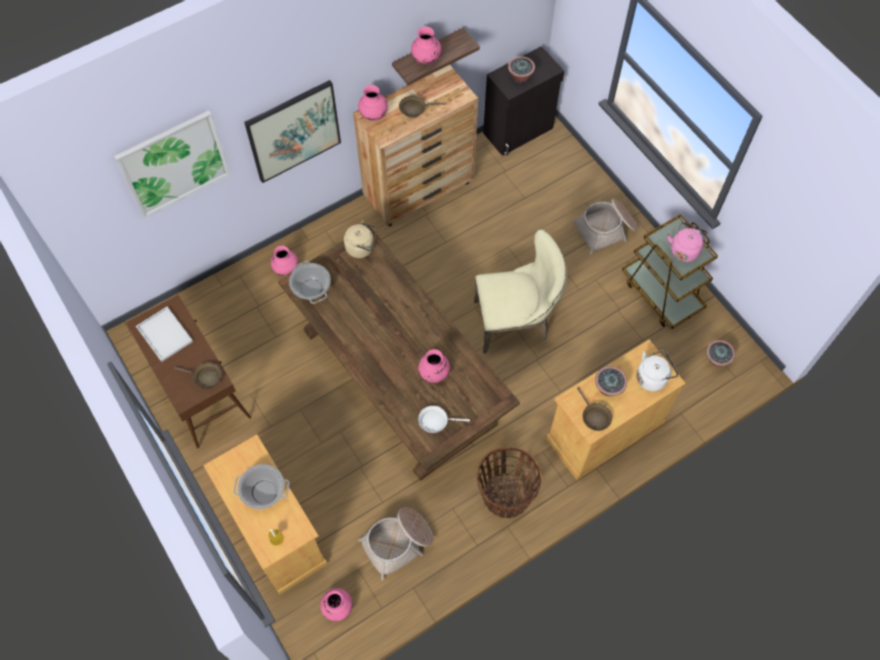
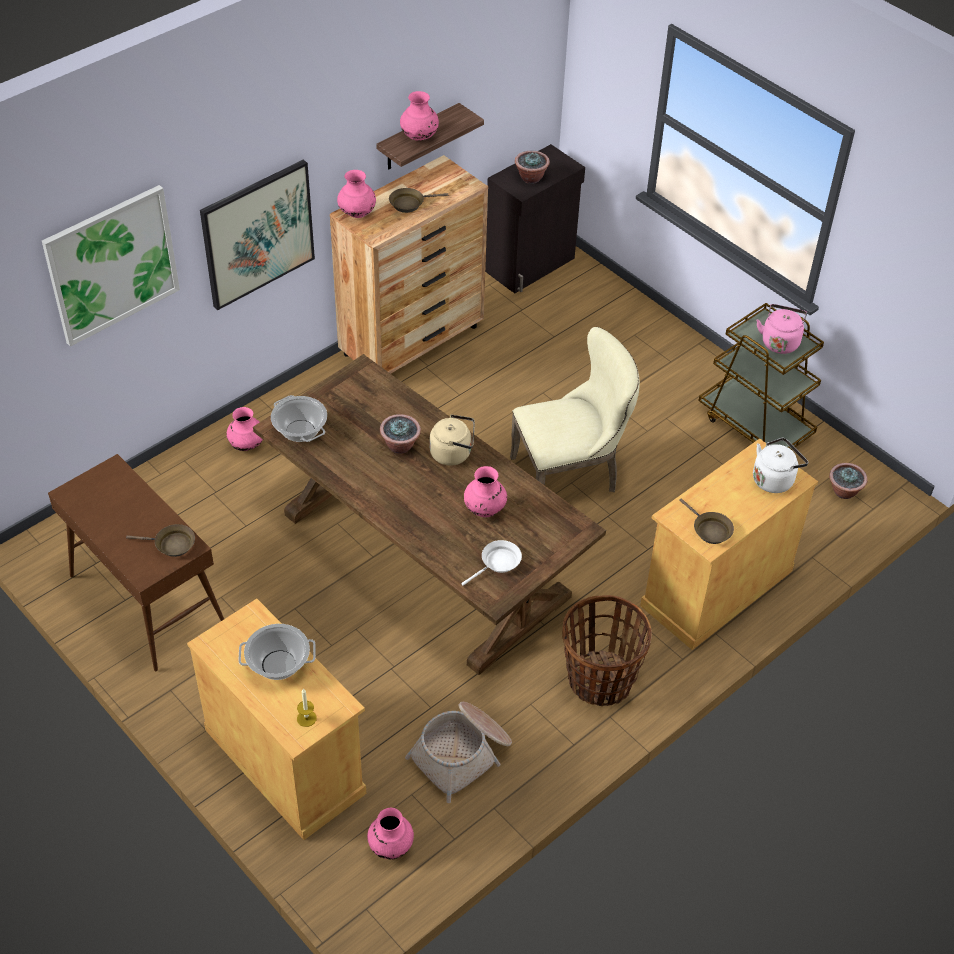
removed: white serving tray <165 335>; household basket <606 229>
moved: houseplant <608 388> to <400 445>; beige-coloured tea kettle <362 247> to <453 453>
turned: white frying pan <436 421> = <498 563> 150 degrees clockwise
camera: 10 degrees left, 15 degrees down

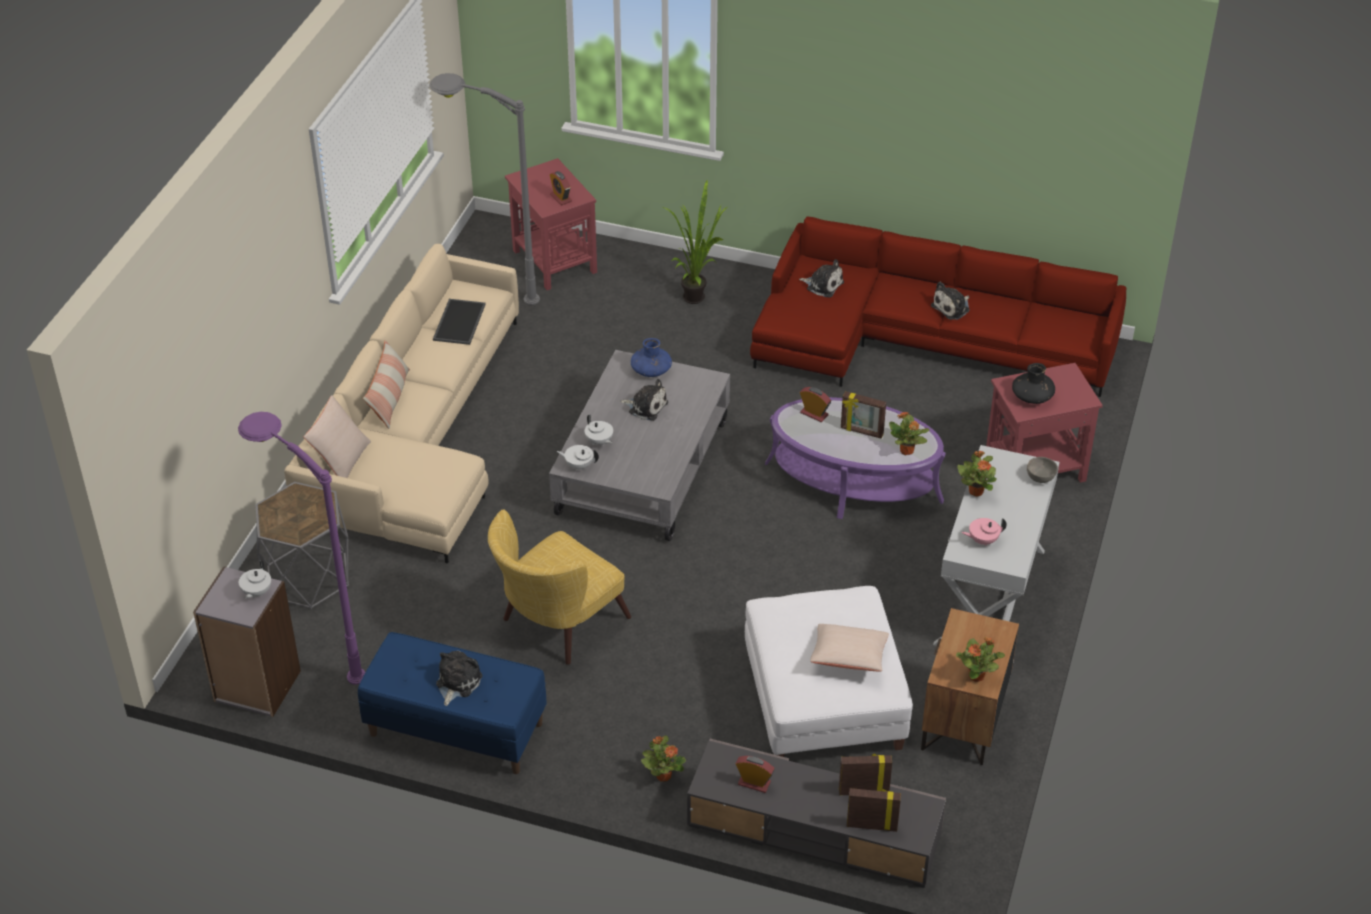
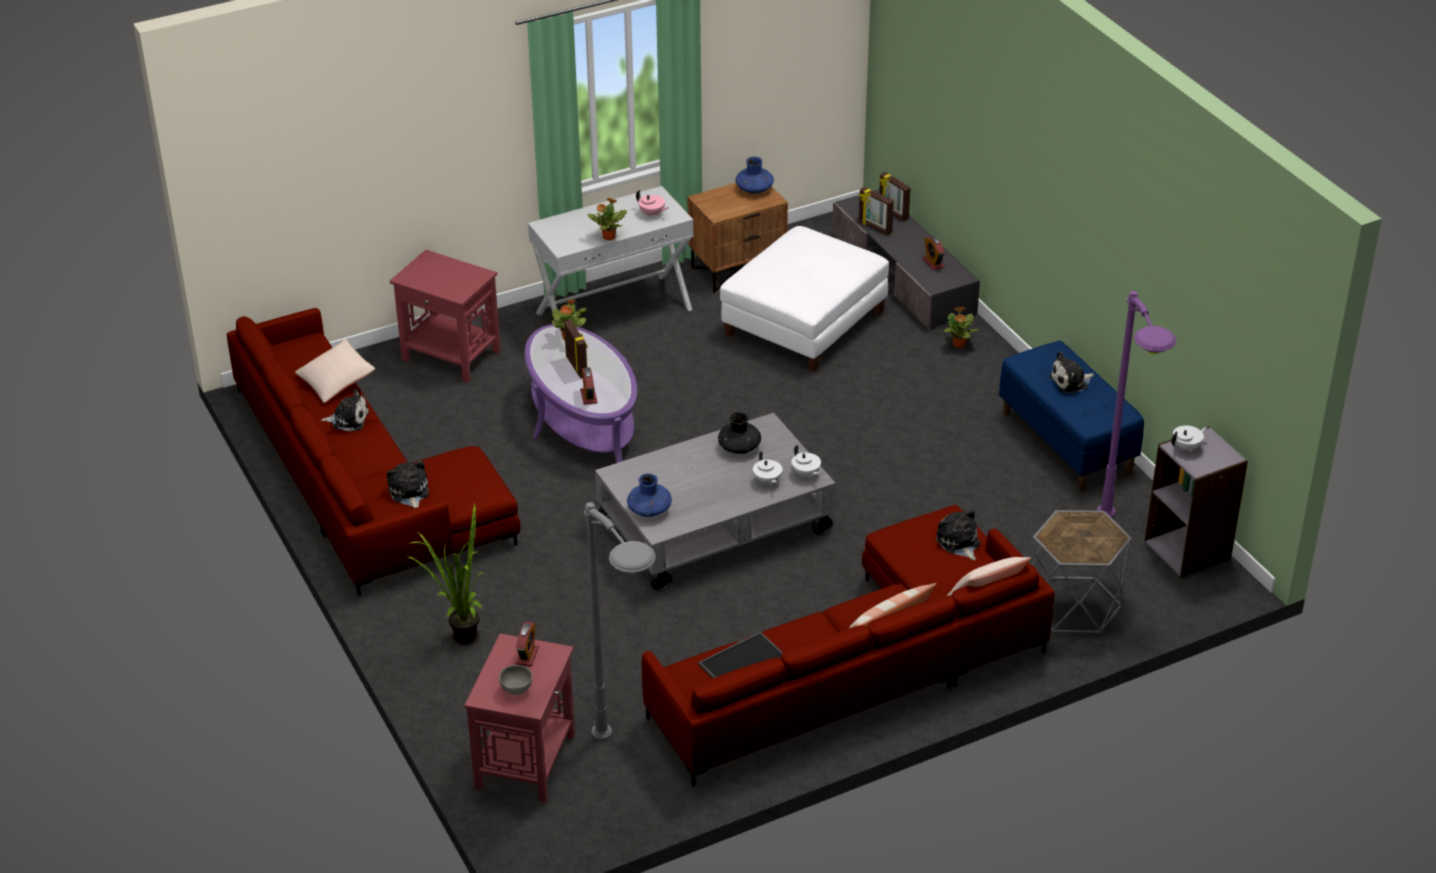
removed: yellowish easy chair <556 625>
moved: beige-coloured pillow <849 657> to <336 381>; gray serving bowl <1040 477> to <516 689>; black flower vase <1032 397> to <739 447>; plush toy <646 407> to <959 543>
replaced: houseplant <977 676> to blue flower vase <754 189>
recoloured: beige-coloured settee <418 435> to reddish settee <860 666>
turned: white pot for tea <599 442> = <767 481> 150 degrees clockwise
camera: 135 degrees left, 5 degrees down

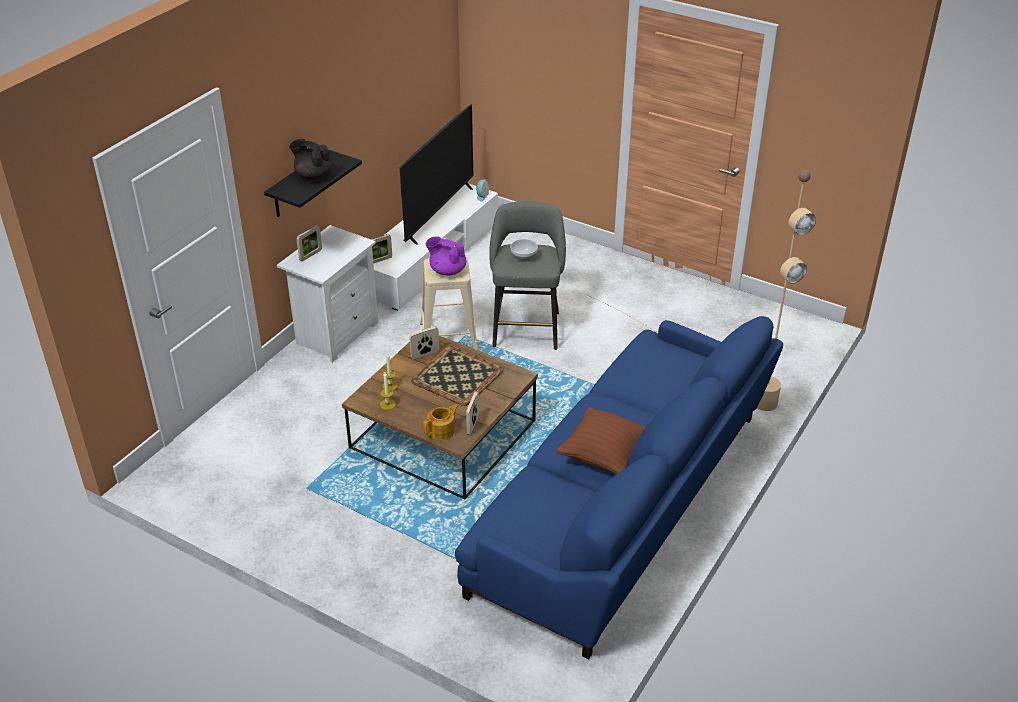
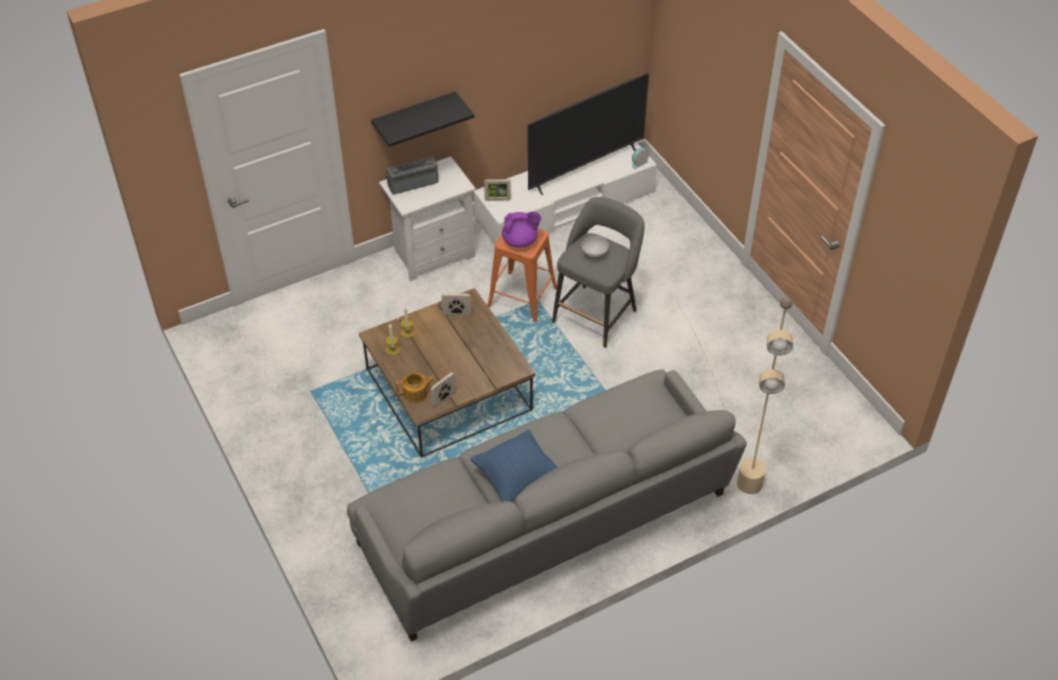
removed: black pot for tea <313 175>; serving tray <457 375>
replaced: picture frame <310 255> to radio set <412 182>
recoloured: blue settee <623 504> to gray settee <544 522>; brown pillow <603 455> to blue pillow <517 478>; beige-coloured stool seat <449 338> to orangey stool seat <522 297>
turned: purplish pot for tea <447 271> = <520 241> 120 degrees clockwise
camera: 30 degrees right, 10 degrees up

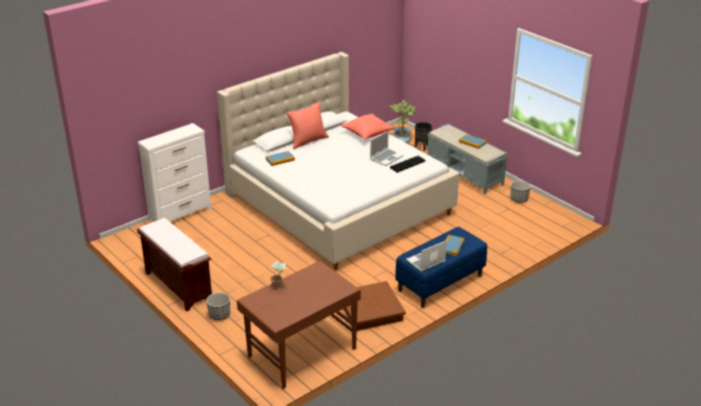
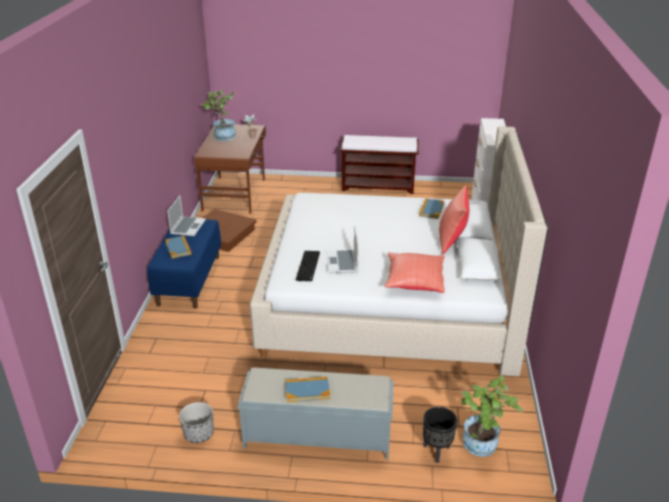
removed: planter <219 315>
added: houseplant <222 137>
camera: 135 degrees right, 0 degrees up

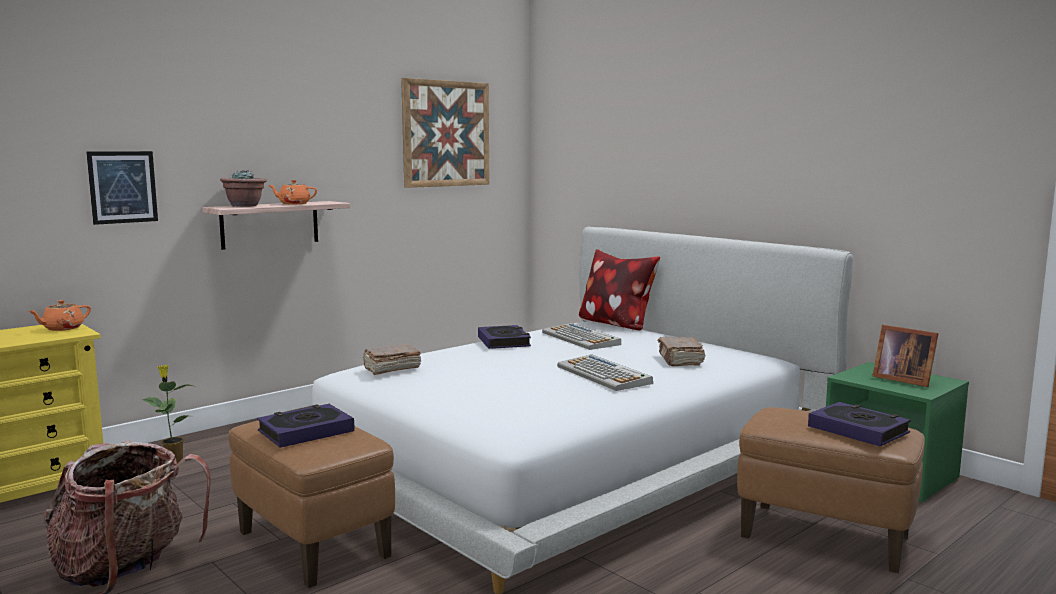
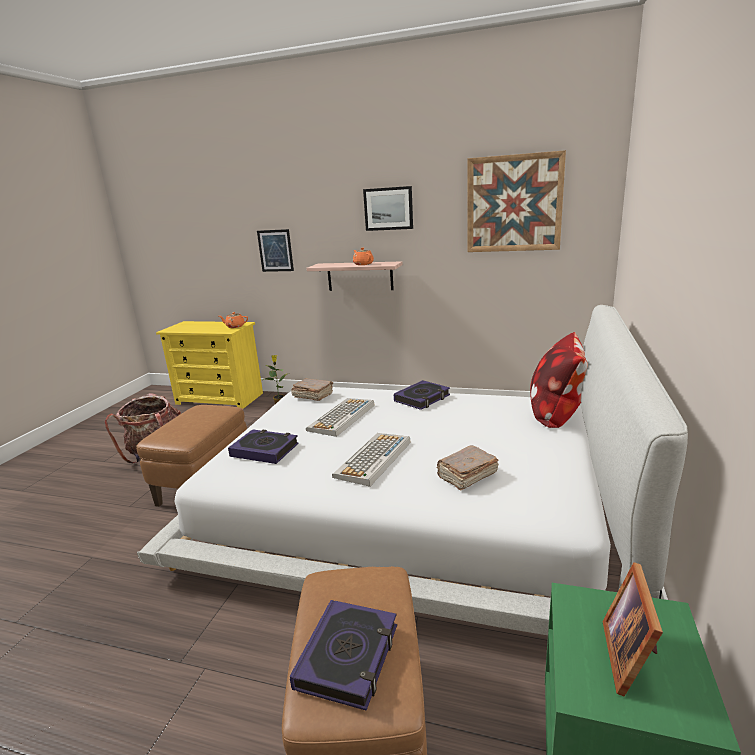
removed: houseplant <245 206>
added: wall art <388 208>
moved: volume <306 431> to <264 450>; PC keyboard <581 338> to <342 418>
camera: 60 degrees right, 10 degrees up

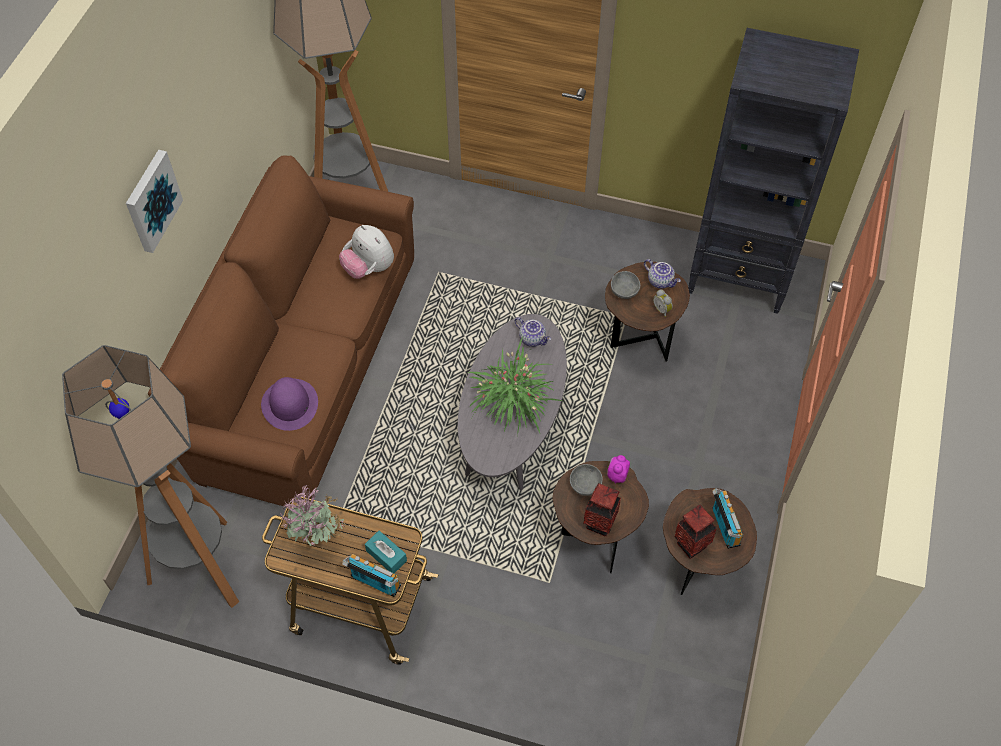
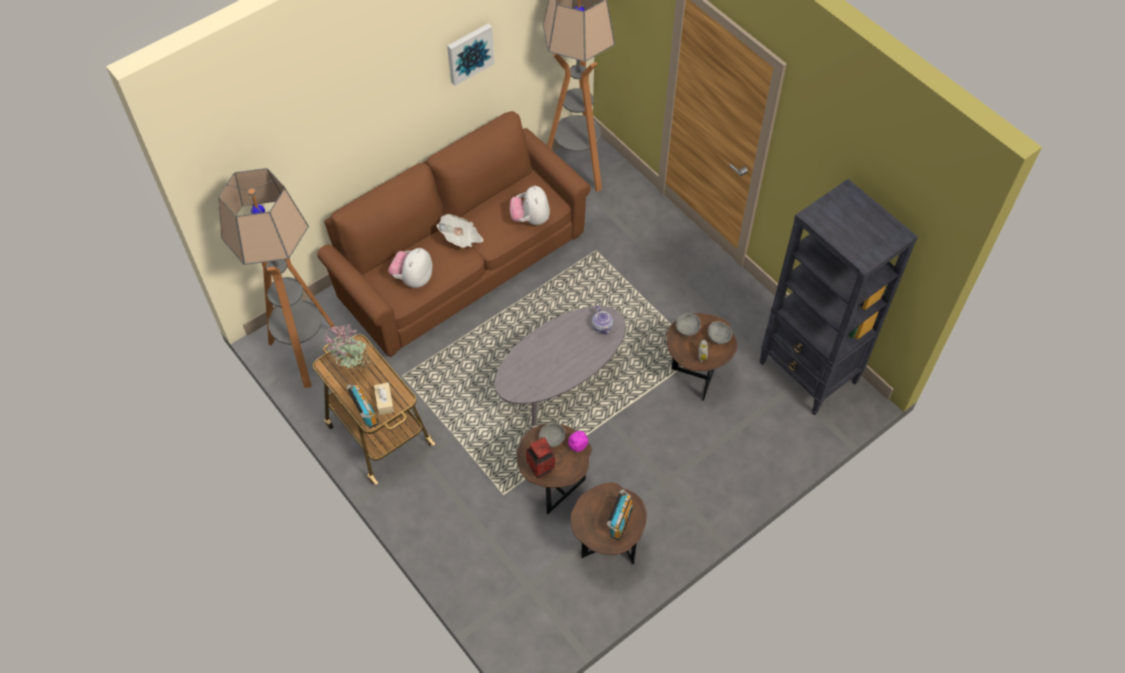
removed: houseplant <512 402>; flower vase <691 545>
added: newspaper <461 238>
moved: wall art <151 200> to <469 53>
replaced: purplish wearable hat <290 404> to plush toy <413 278>; pot for tea <660 281> to gray serving bowl <719 337>
recoloured: blue-green box of tissues <386 555> to beige-coloured box of tissues <384 401>
camera: 35 degrees right, 0 degrees up

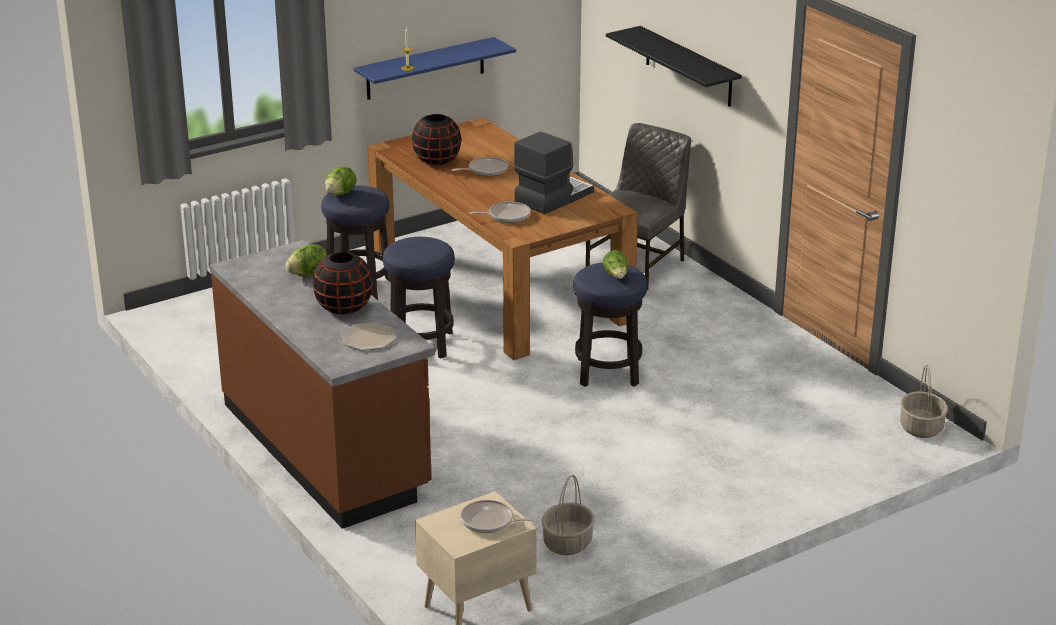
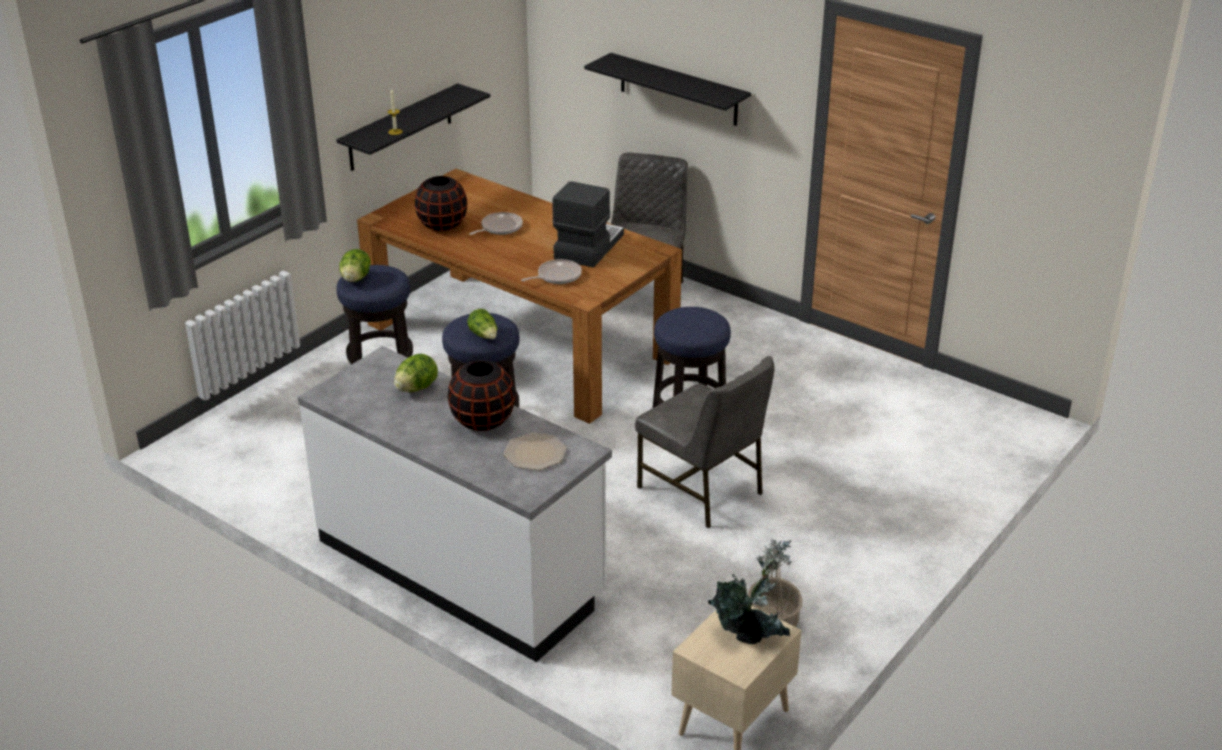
removed: household basket <921 428>
added: gray upright chair <702 490>
moved: lettuce head <616 276> to <484 335>
replaced: frying pan <490 522> to houseplant <751 634>
recoloured: brown counter <326 448> to white counter <461 568>; blue shelf <425 68> to black shelf <400 128>
camera: 20 degrees left, 5 degrees up

